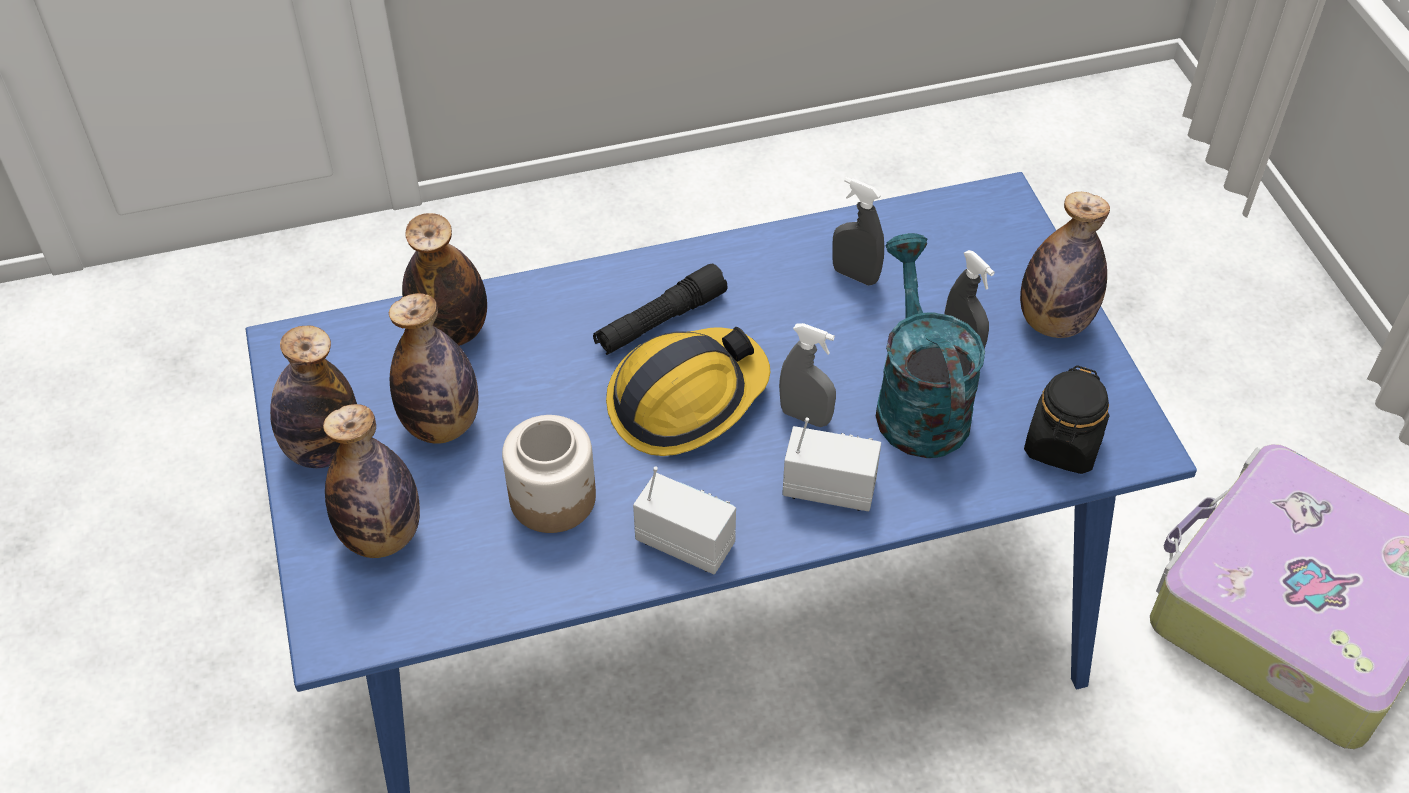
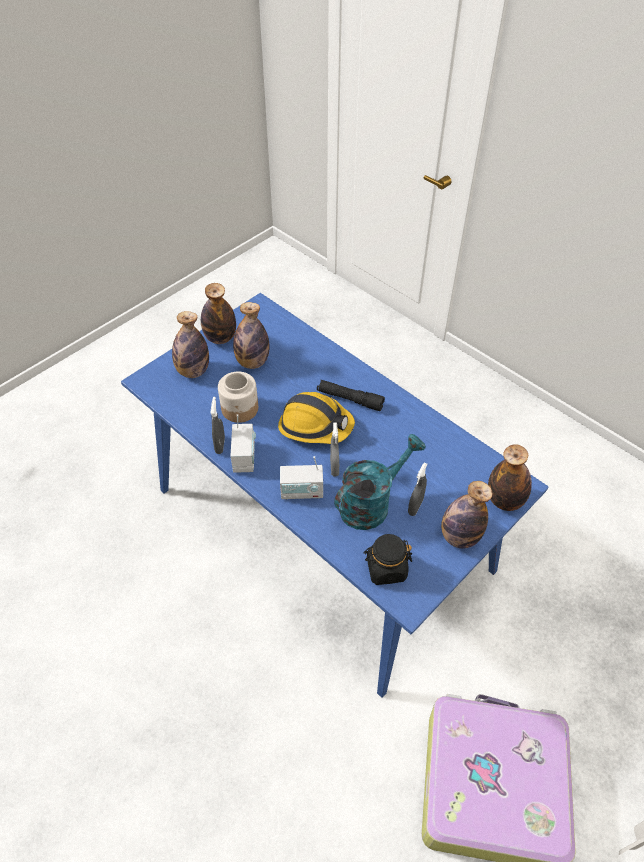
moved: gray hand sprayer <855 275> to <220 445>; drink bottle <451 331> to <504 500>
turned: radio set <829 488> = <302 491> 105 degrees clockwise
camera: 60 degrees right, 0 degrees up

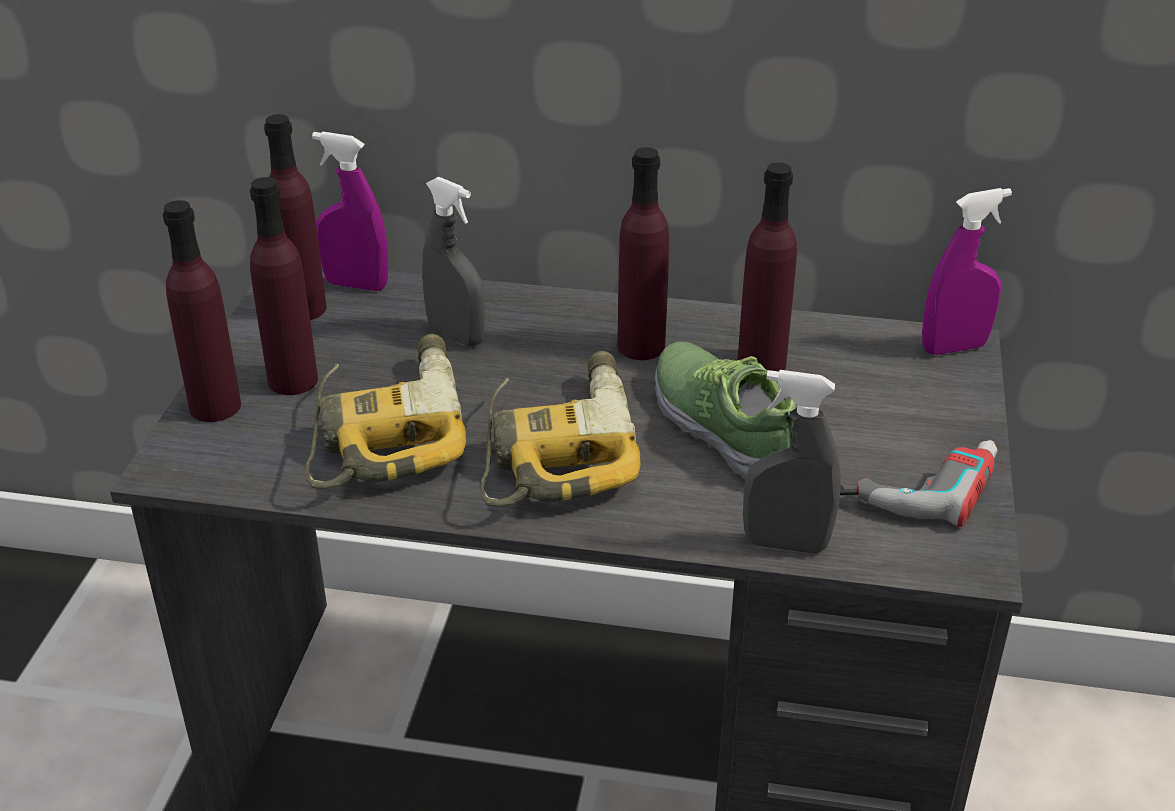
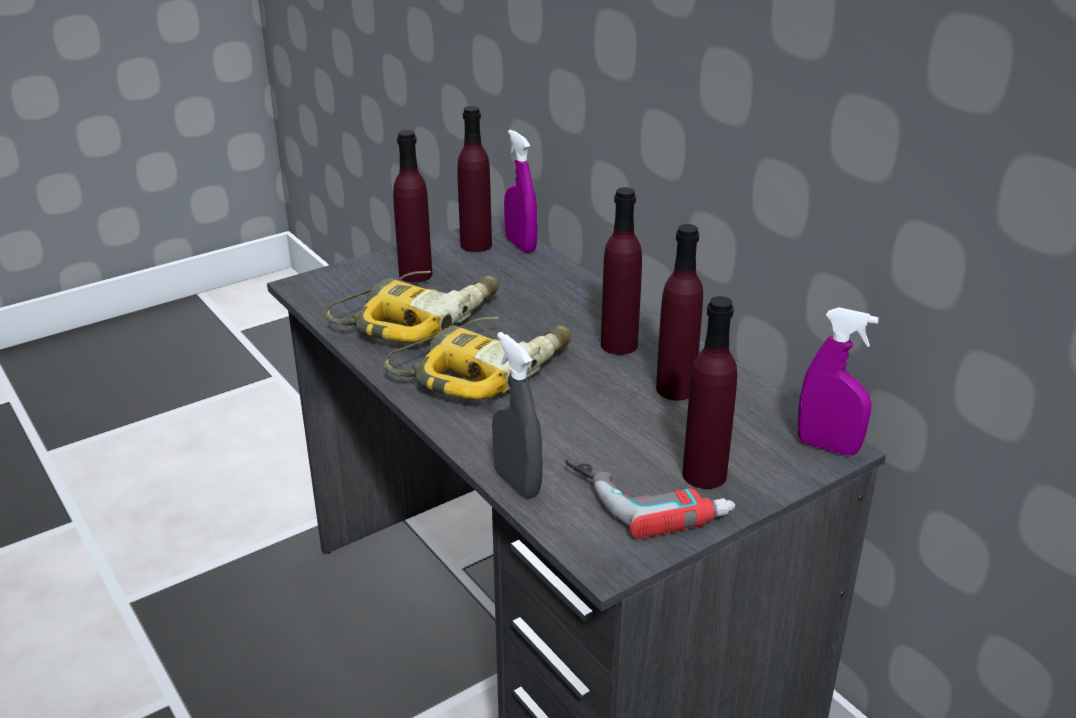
removed: gray hand sprayer <456 335>; shoe <725 427>
moved: purplish drink bottle <215 406> to <704 475>
camera: 45 degrees right, 5 degrees down

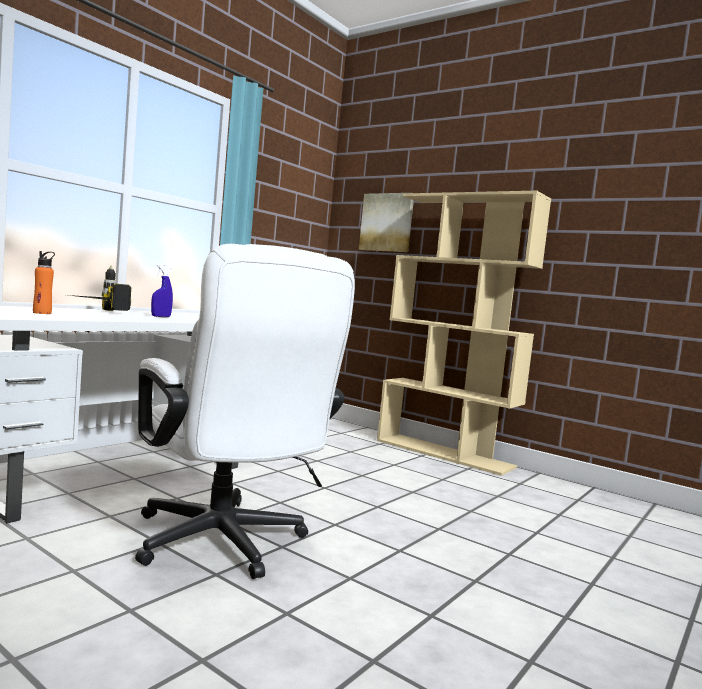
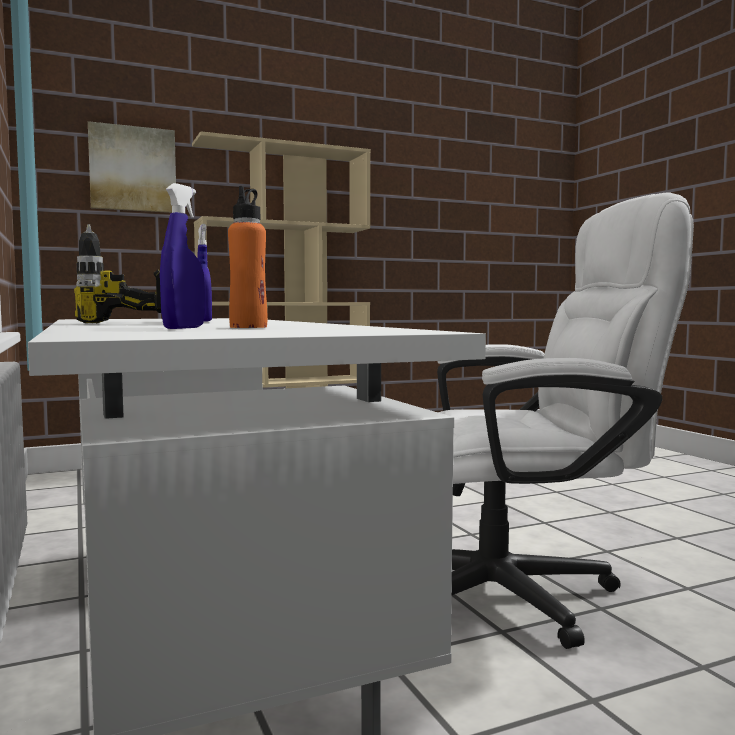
added: blue hand sprayer <184 328>
camera: 60 degrees left, 0 degrees up

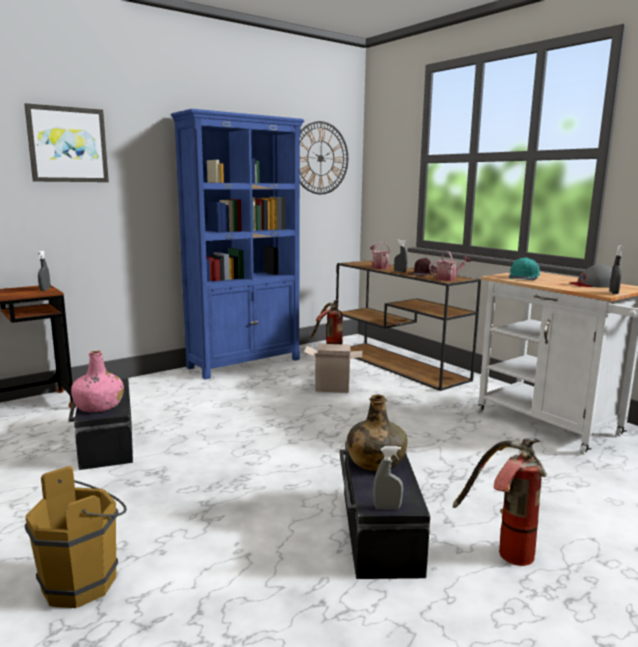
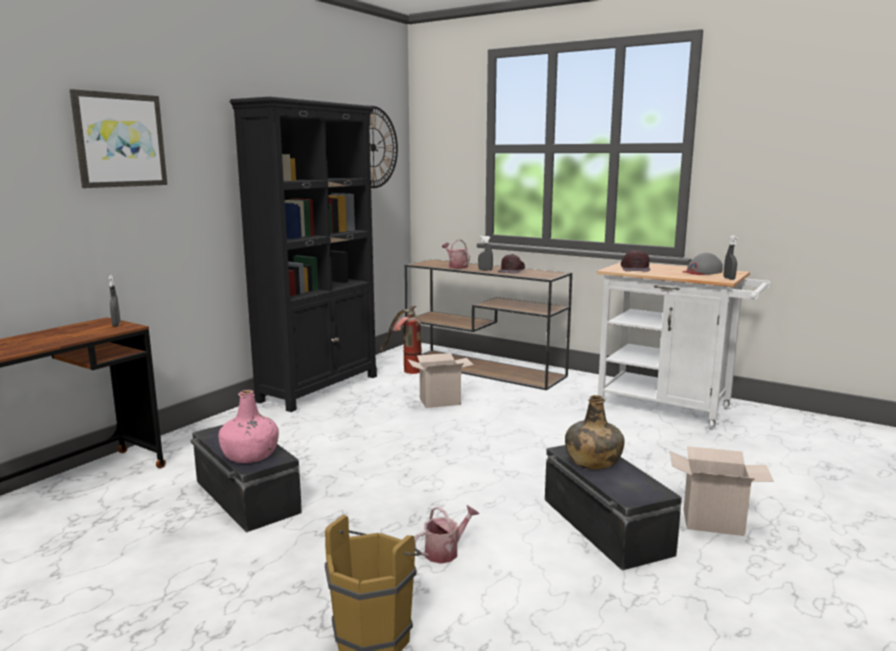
removed: gray hand sprayer <387 507>
moved: sprinkling can <448 279> to <445 551>
replaced: fire extinguisher <501 552> to cardboard box <714 522>
recoloured: blue shelving unit <245 363> to black shelving unit <320 388>; blue-green cap <524 277> to brown cap <635 269>
camera: 20 degrees left, 0 degrees up

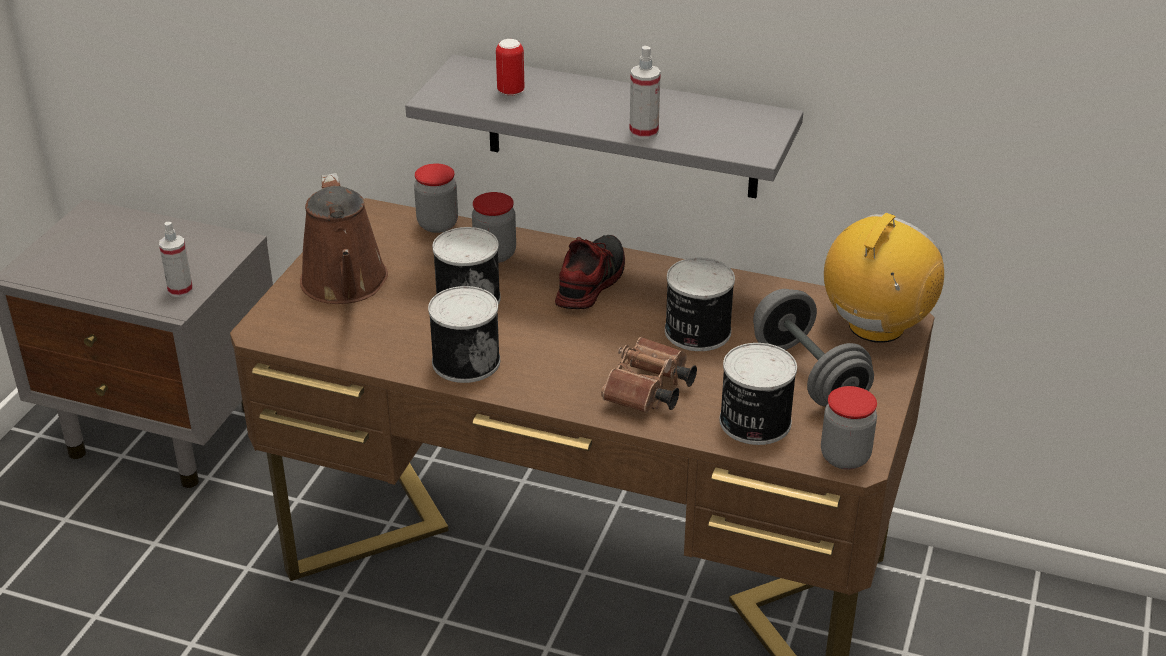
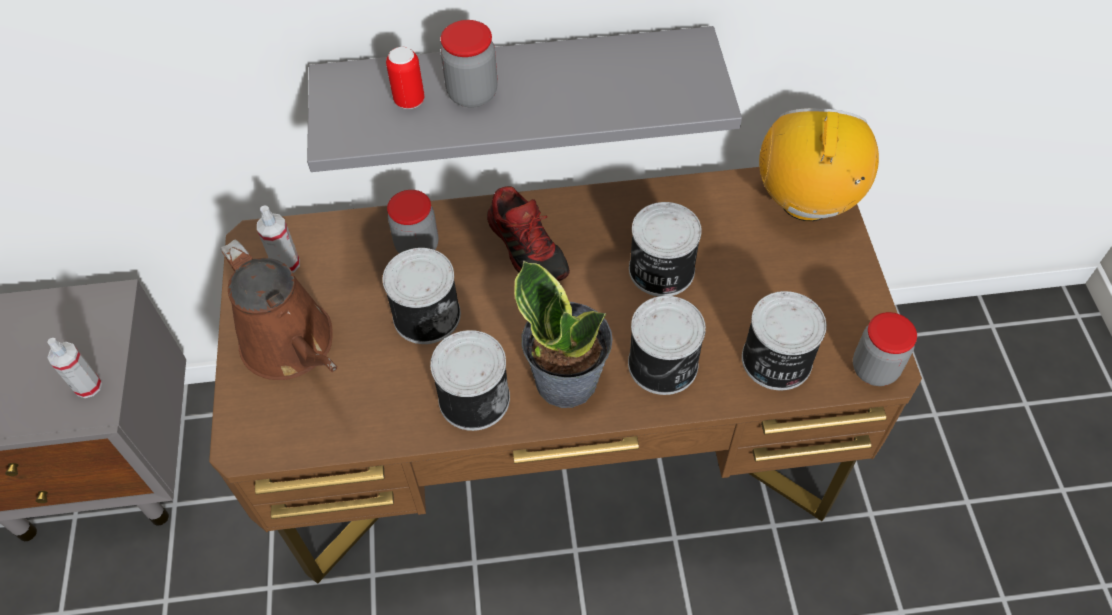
removed: gray dumbbell <809 375>
added: houseplant <567 379>
moved: hand sprayer <644 132> to <286 264>; storage jar <437 224> to <472 93>
replaced: brown pair of binoculars <648 393> to can <664 365>
turned: shoe <590 282> = <528 247> 150 degrees clockwise
camera: 25 degrees left, 20 degrees up

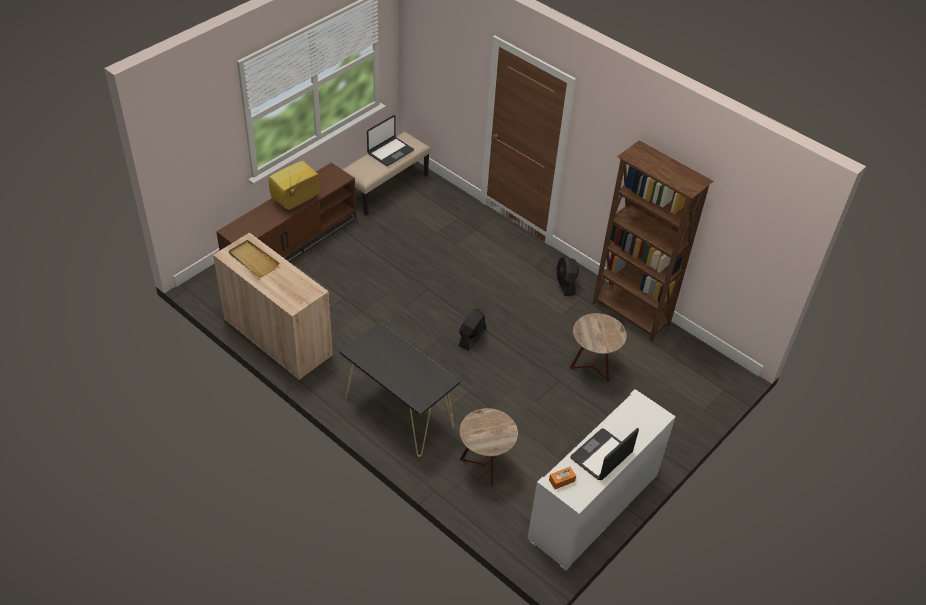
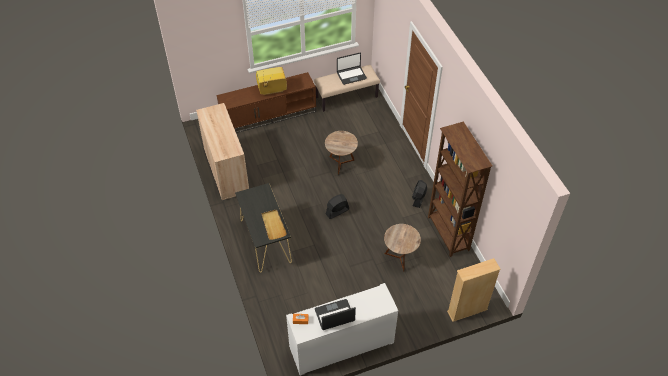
added: beige-coloured shelving unit <467 310>
moved: beige-coloured serving tray <253 260> to <273 225>; brown side table <485 465> to <341 164>
camera: 30 degrees right, 5 degrees up

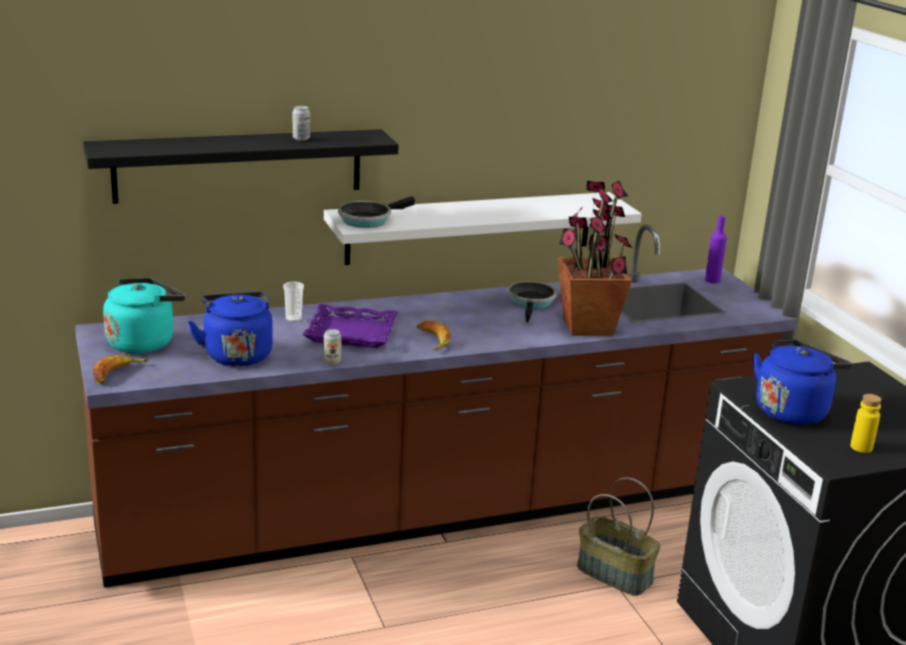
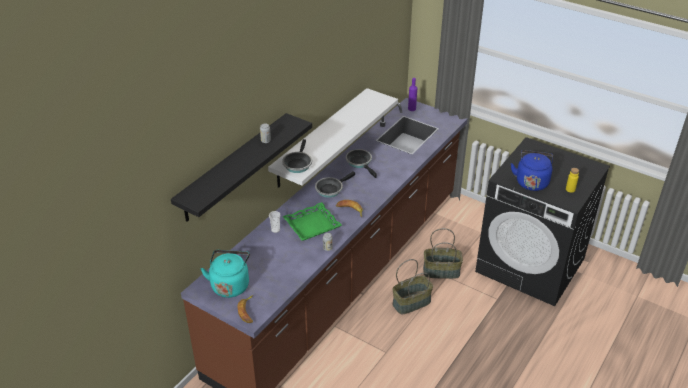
removed: blue tea kettle <236 354>; houseplant <587 327>
added: frying pan <330 189>; household basket <411 302>
recoloured: purplish serving tray <351 333> to green serving tray <312 225>
camera: 35 degrees left, 15 degrees up

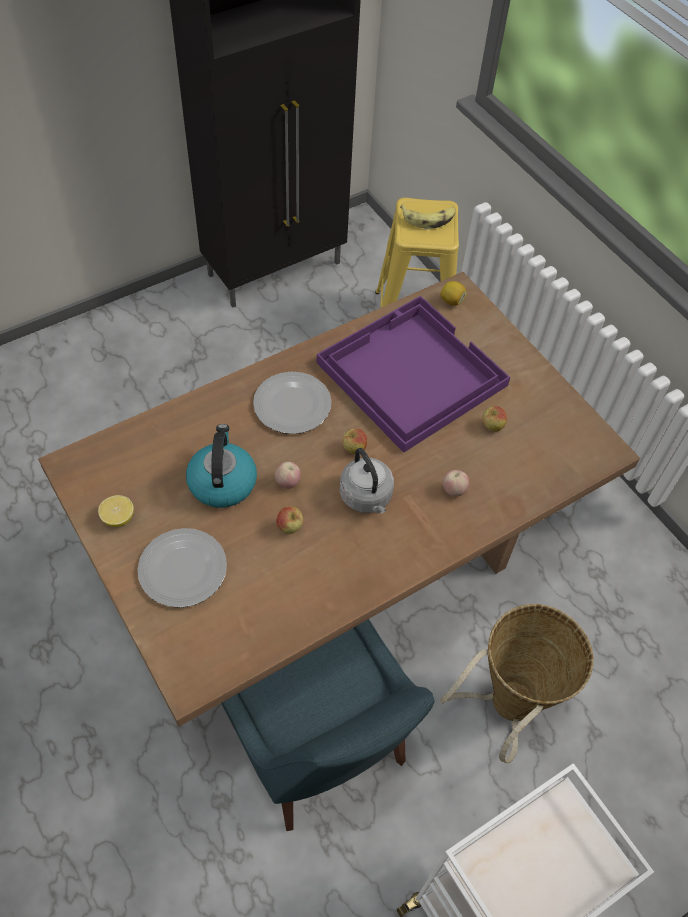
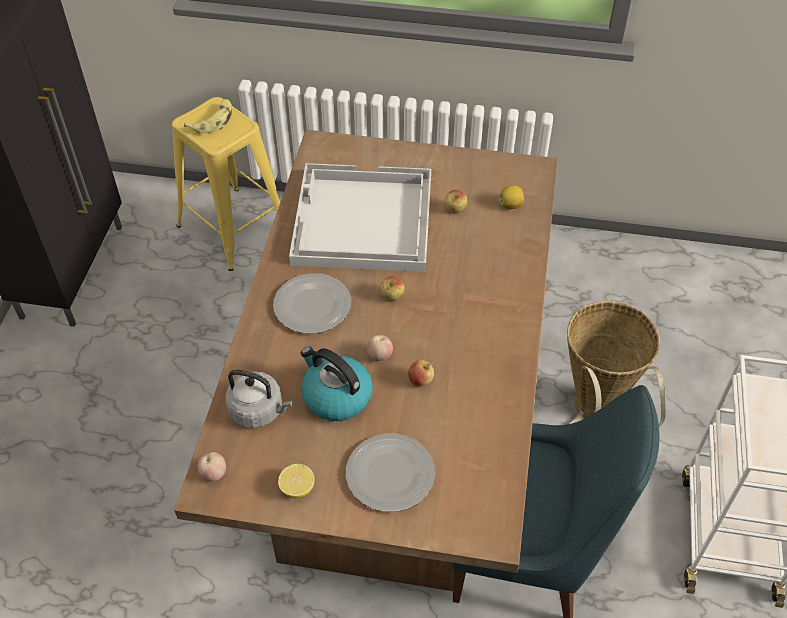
moved: apple fruit <453 490> to <214 474>; gray tea kettle <367 497> to <259 411>; citrus fruit <451 301> to <511 205>
recoloured: purplish serving tray <409 374> to white serving tray <361 221>
camera: 45 degrees left, 5 degrees down

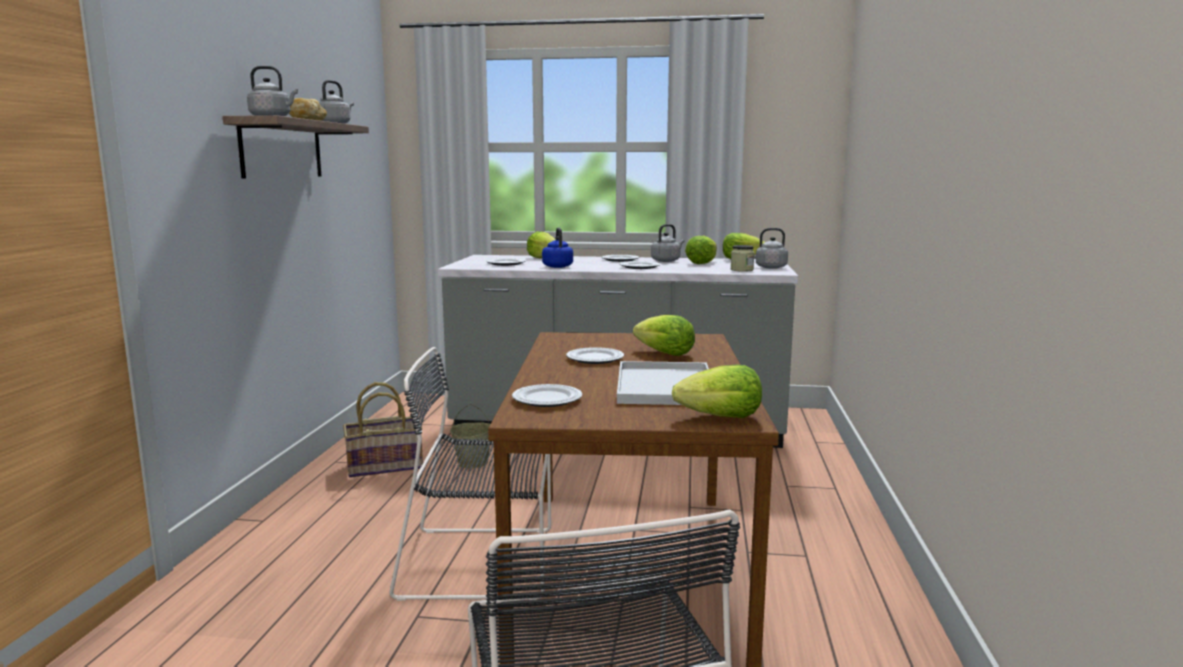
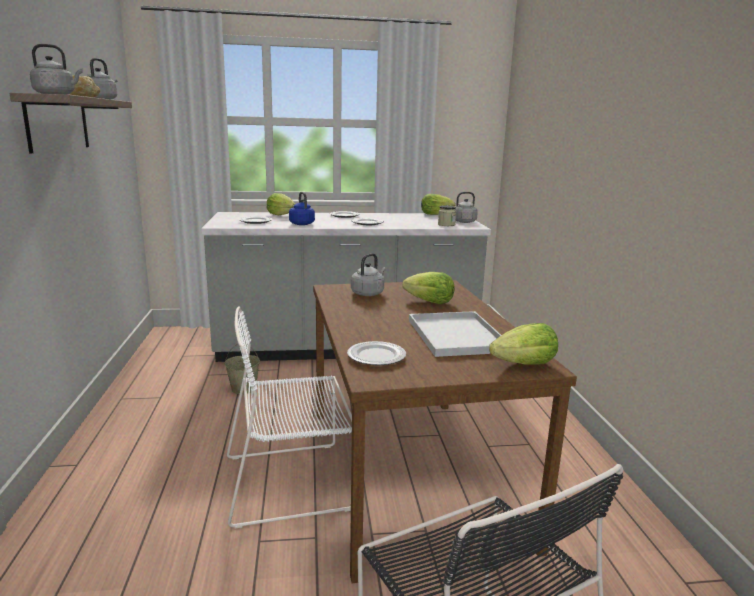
removed: household basket <385 466>; dinner plate <594 359>; lettuce head <701 263>
moved: gray tea kettle <666 260> to <368 293>
recoloured: black upright chair <484 562> to white upright chair <293 481>
camera: 15 degrees left, 5 degrees up

